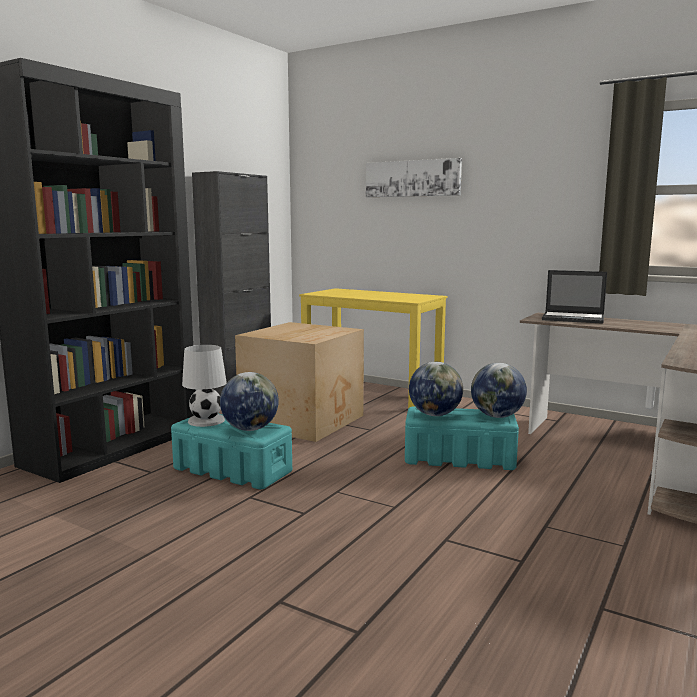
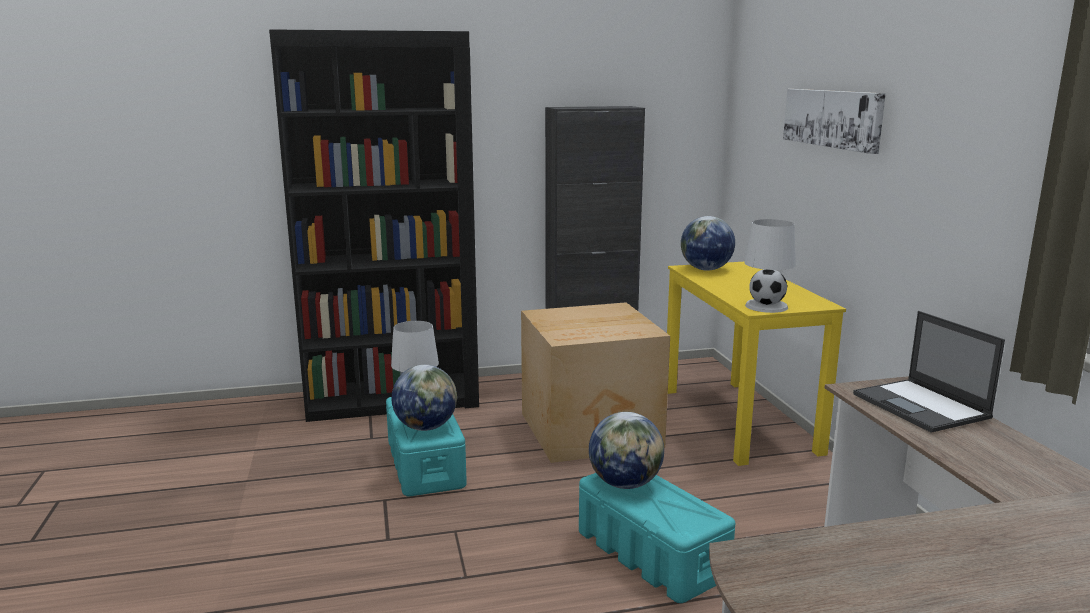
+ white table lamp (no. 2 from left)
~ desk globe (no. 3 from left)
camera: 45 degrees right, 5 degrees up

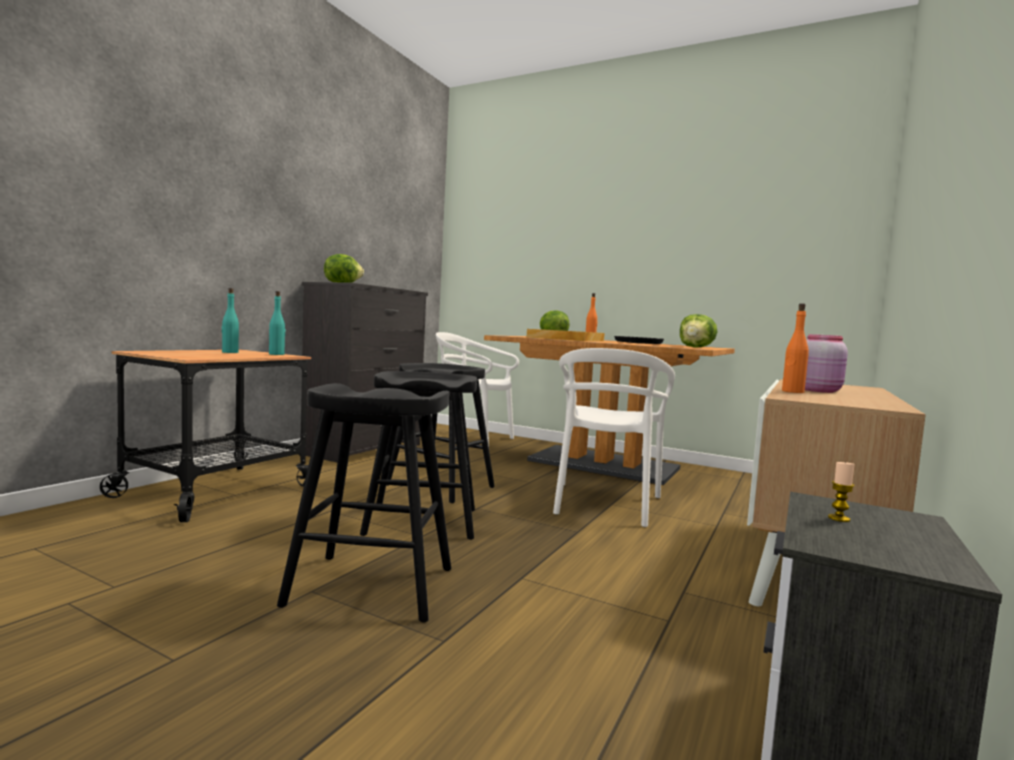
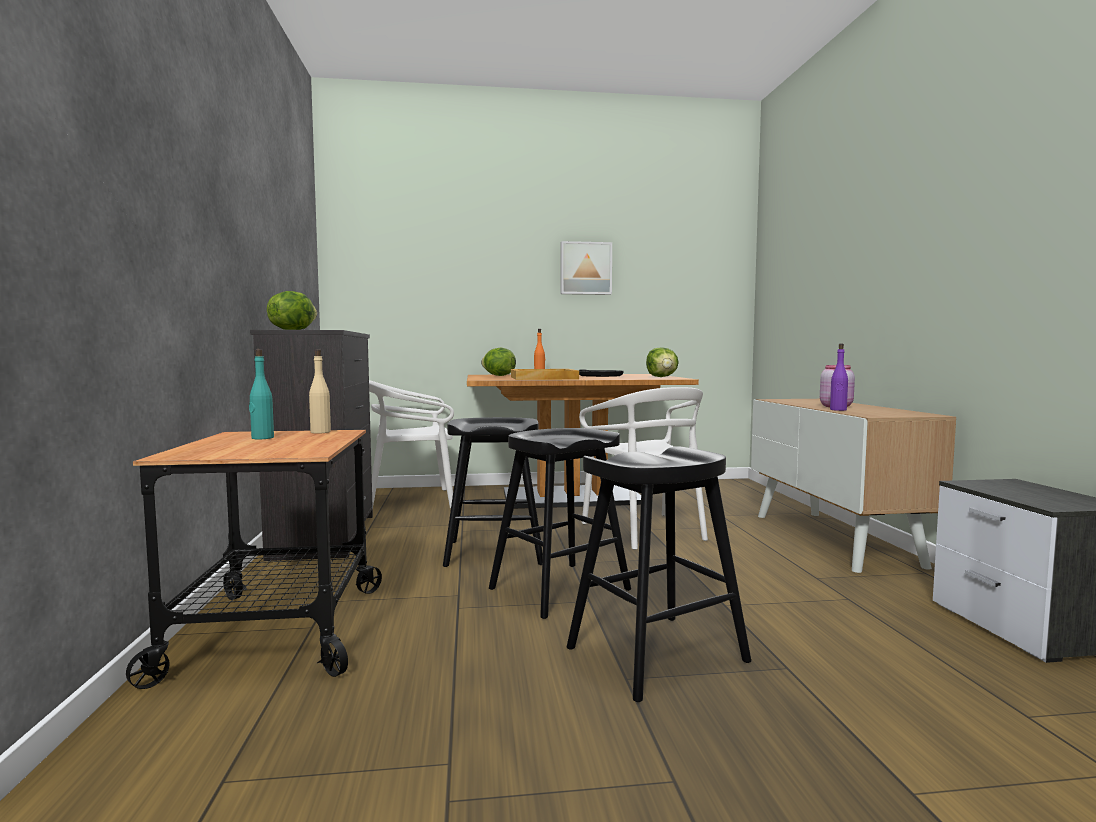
- wax candle
+ wall art
~ blue-green drink bottle (no. 2 from left) to beige-coloured drink bottle
~ orange drink bottle (no. 2 from left) to purple drink bottle
camera: 35 degrees left, 0 degrees up

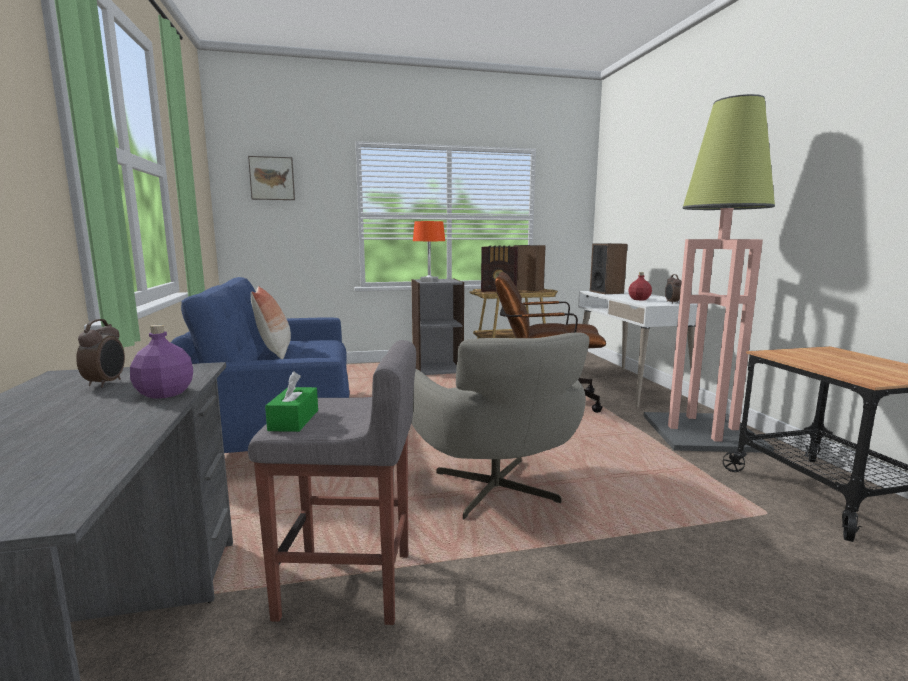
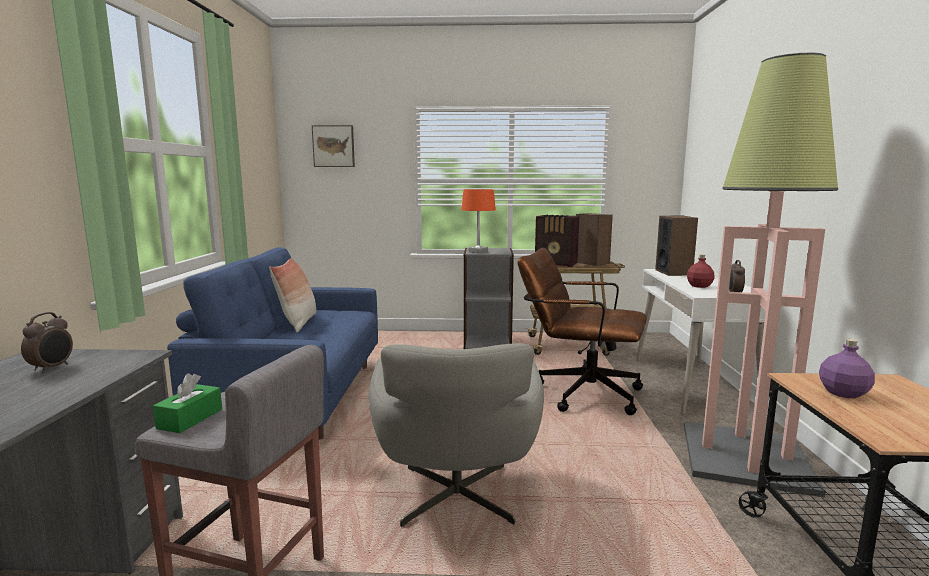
~ purple drink bottle
camera: 15 degrees right, 0 degrees up

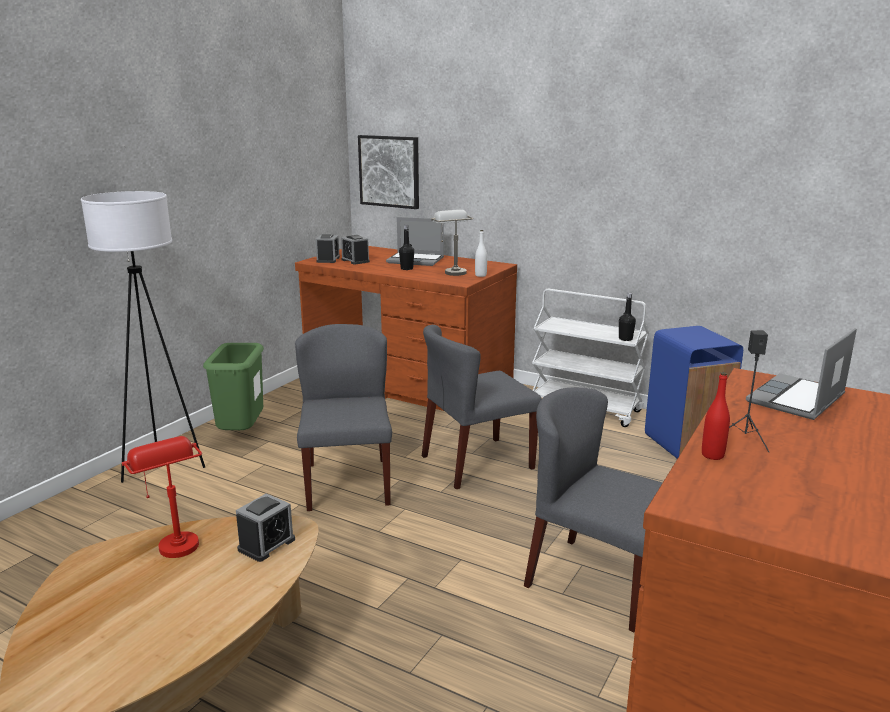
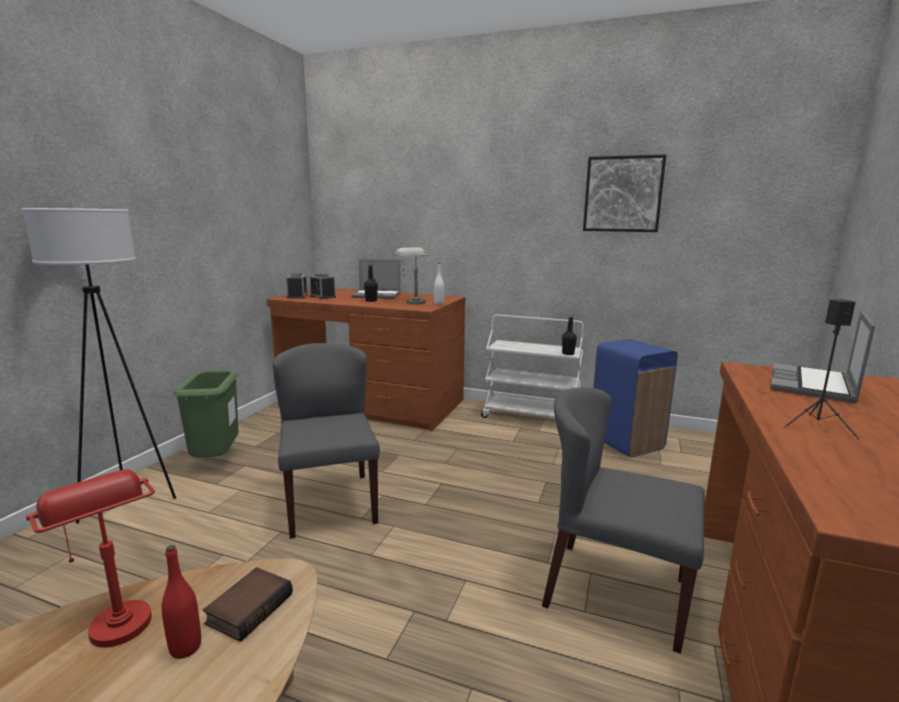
- greyish chair (no. 2 from left)
~ wall art
~ reddish drink bottle
~ alarm clock (no. 1 from left) to book
camera: 10 degrees left, 5 degrees down

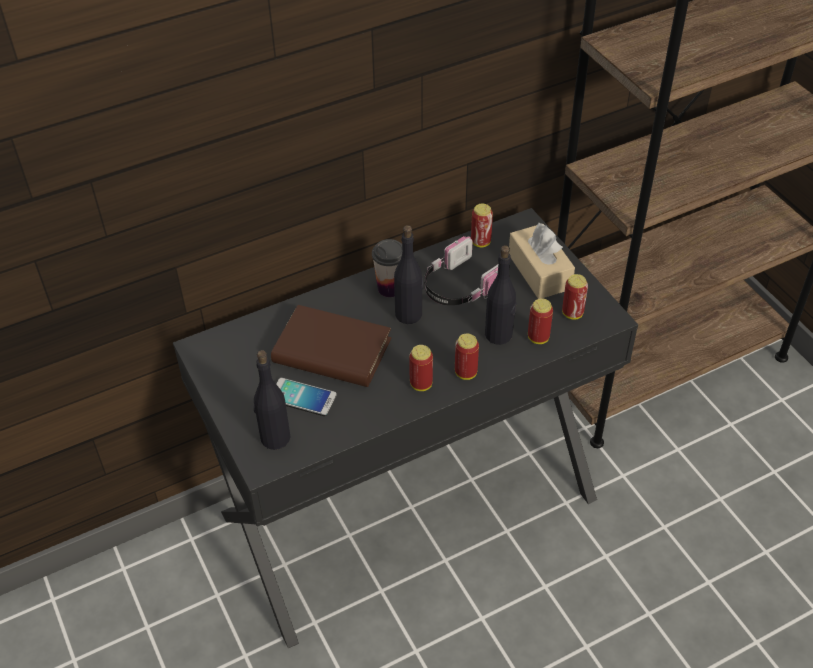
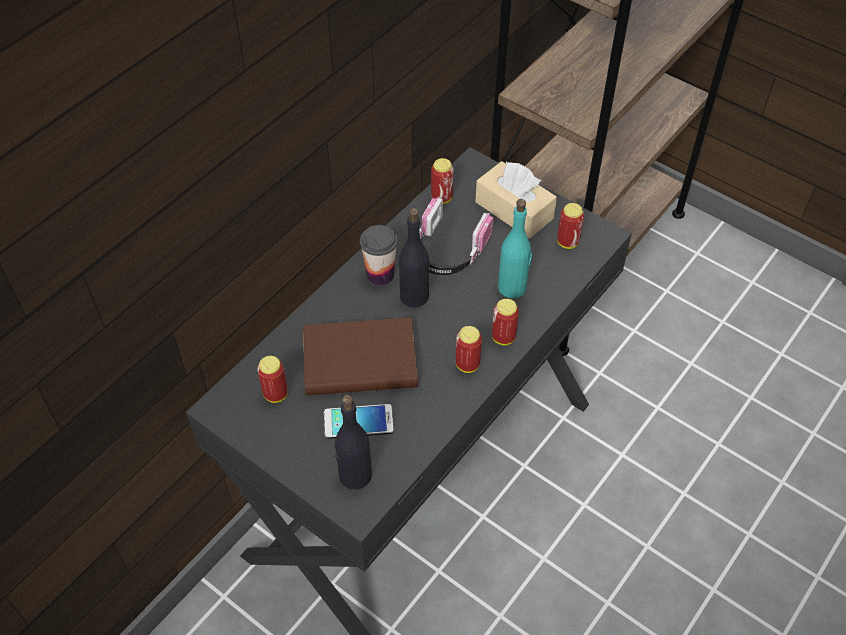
~ can (no. 4 from left in the first image) to can (no. 1 from left)
~ blackish drink bottle (no. 3 from left) to blue-green drink bottle
camera: 25 degrees left, 5 degrees up

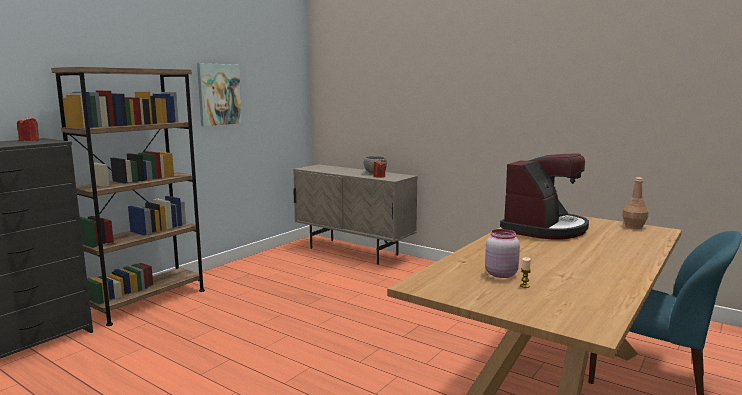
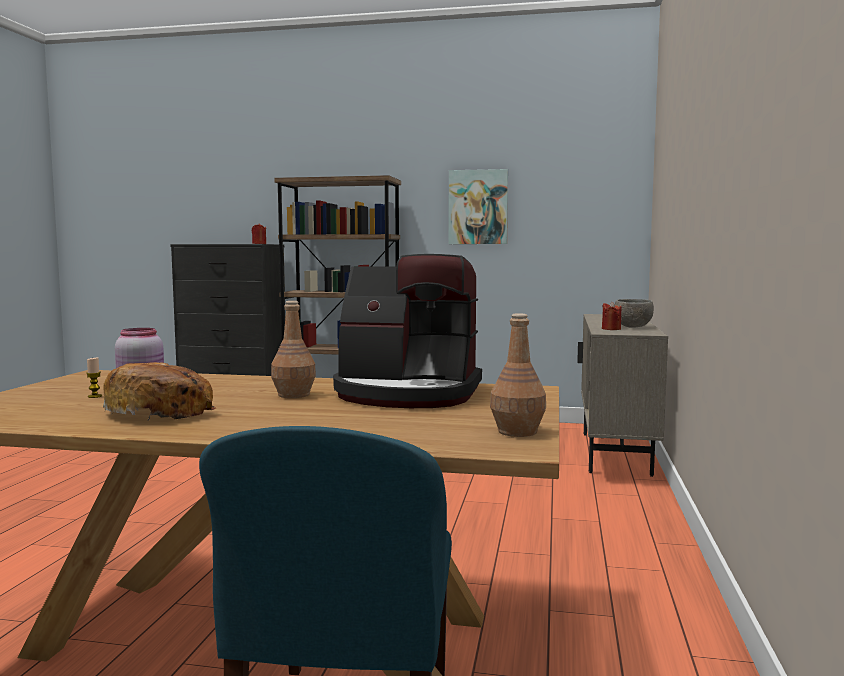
+ bread
+ brownish drink bottle (no. 1 from left)
camera: 65 degrees right, 5 degrees down

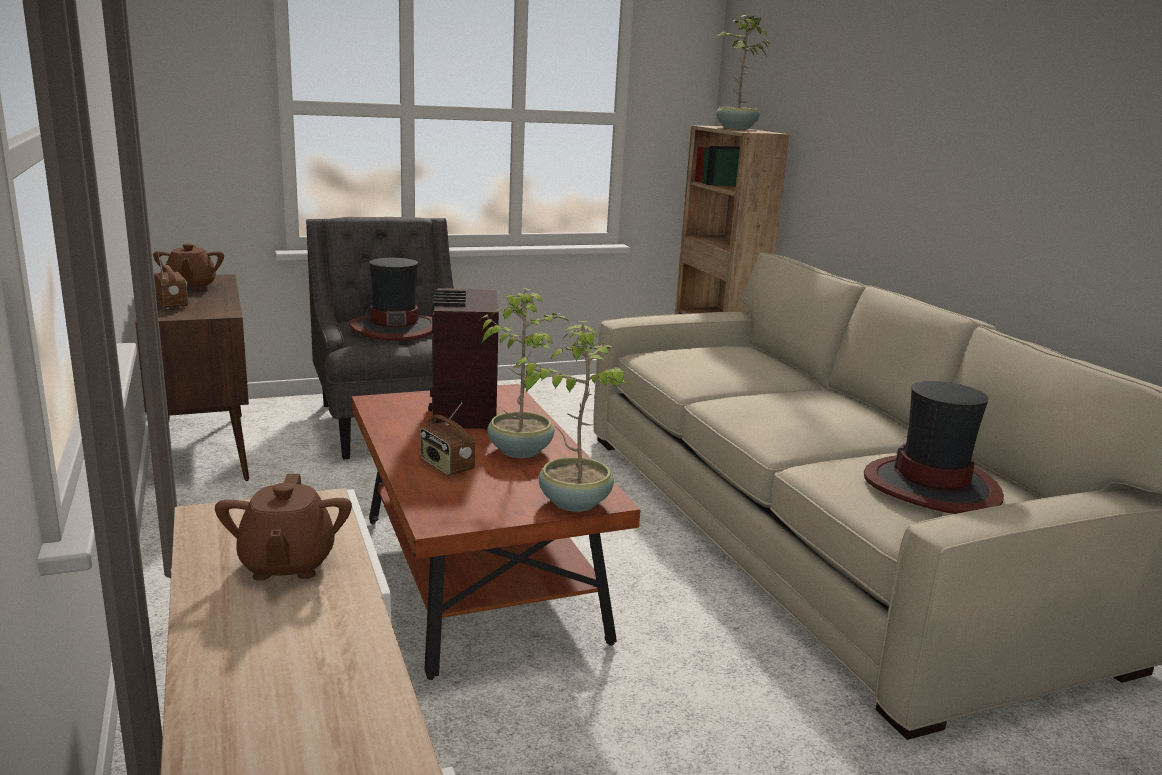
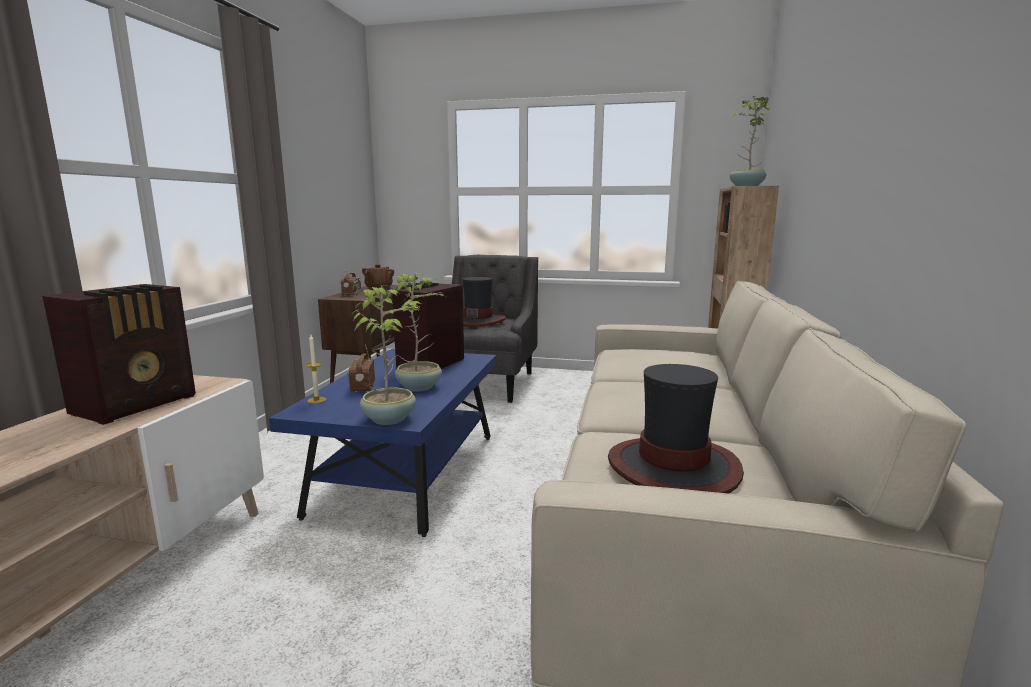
+ wax candle
~ brownish tea pot (no. 2 from left) to radio set (no. 1 from left)
~ brownish lounge table to blue-coloured lounge table
camera: 35 degrees right, 5 degrees down

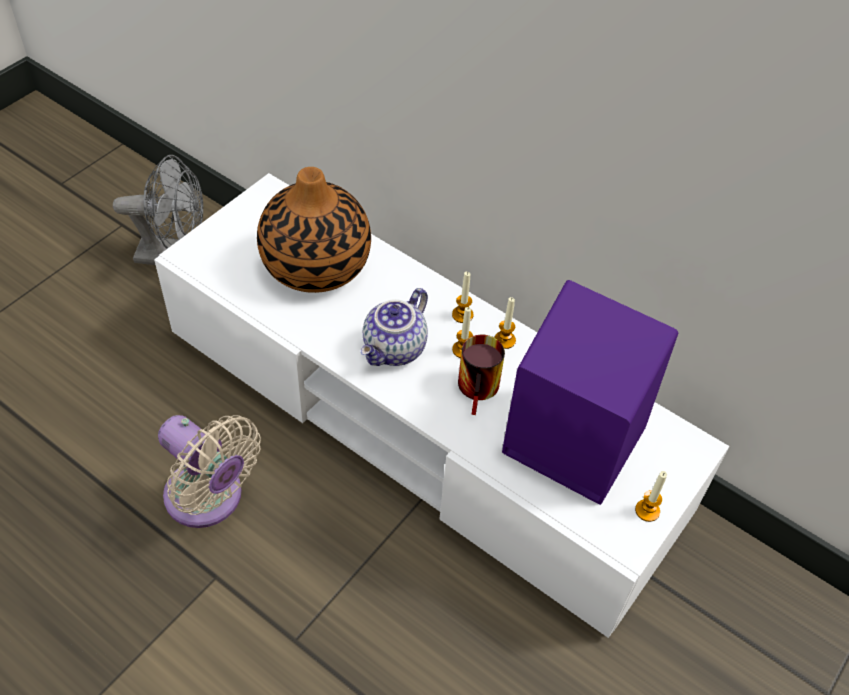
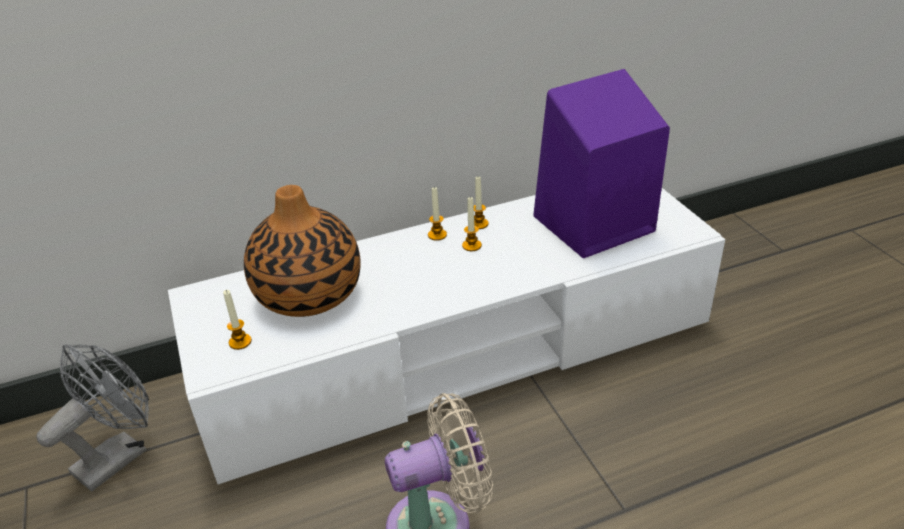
- tea pot
- tea mug
~ wax candle (no. 4 from left in the first image) to wax candle (no. 1 from left)
camera: 55 degrees left, 15 degrees down

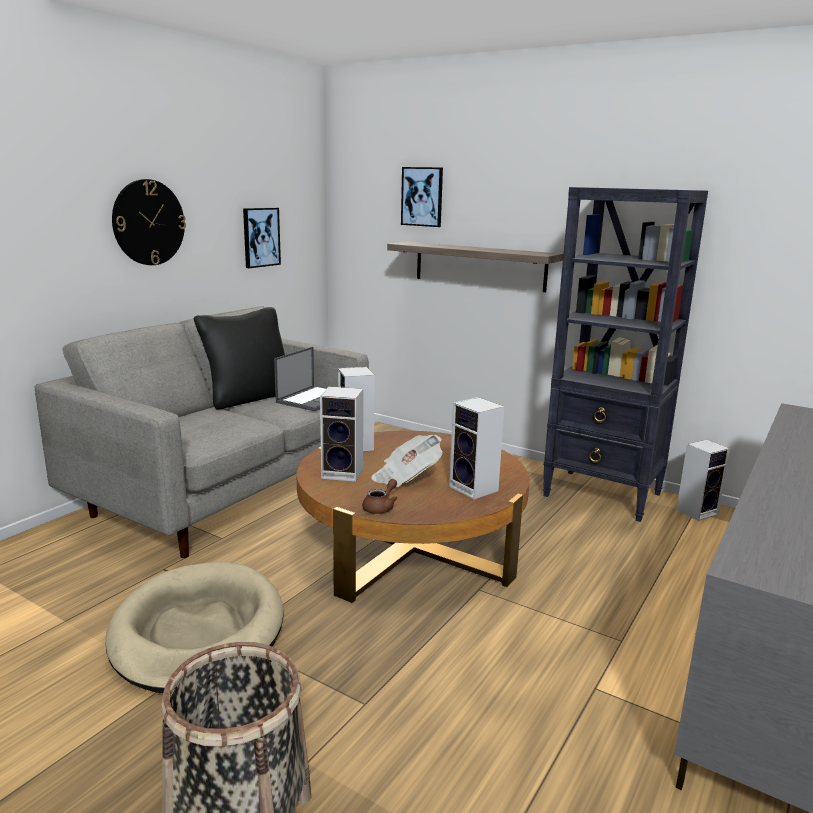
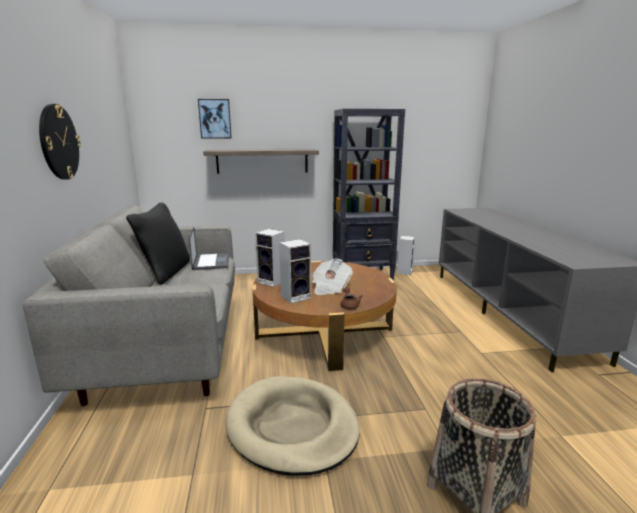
- wall art (no. 1 from left)
- audio speaker (no. 3 from left)
camera: 40 degrees left, 0 degrees up

